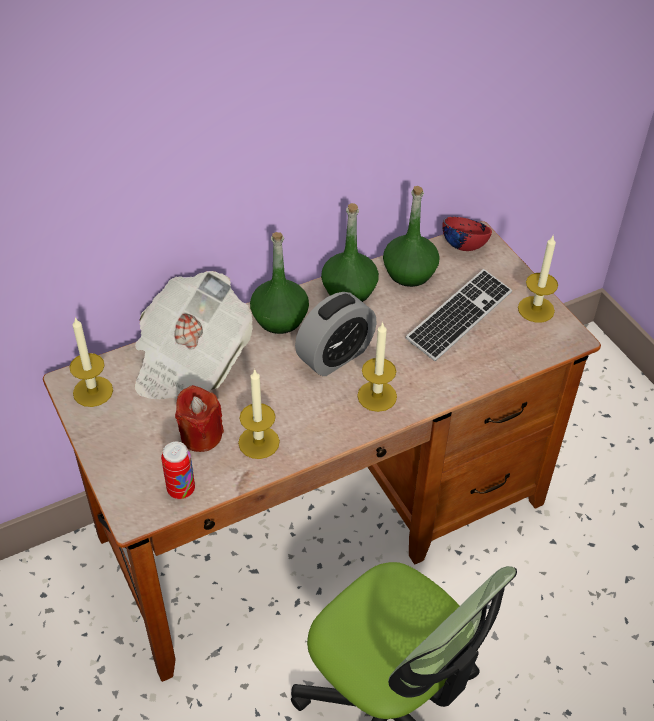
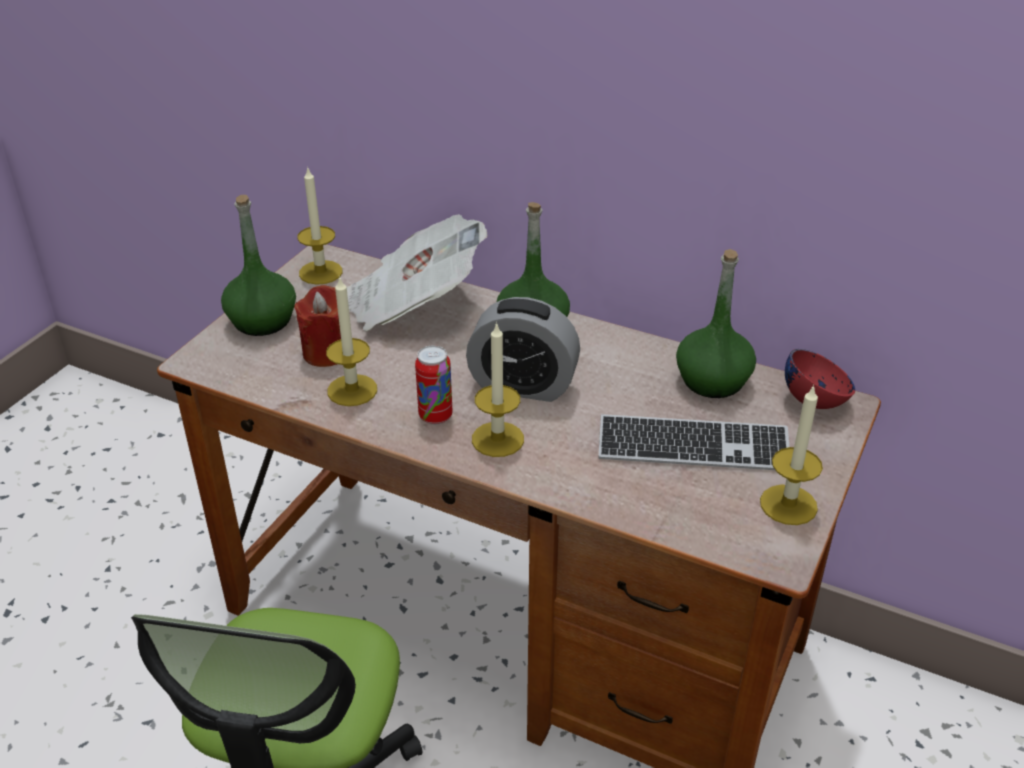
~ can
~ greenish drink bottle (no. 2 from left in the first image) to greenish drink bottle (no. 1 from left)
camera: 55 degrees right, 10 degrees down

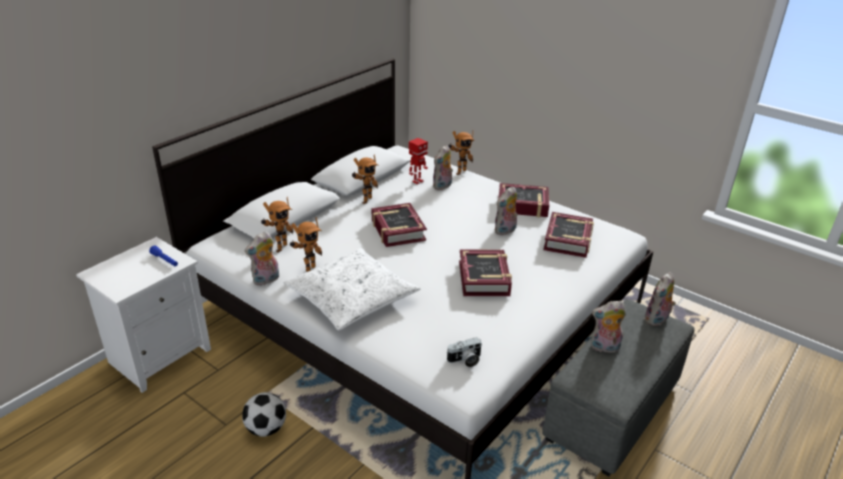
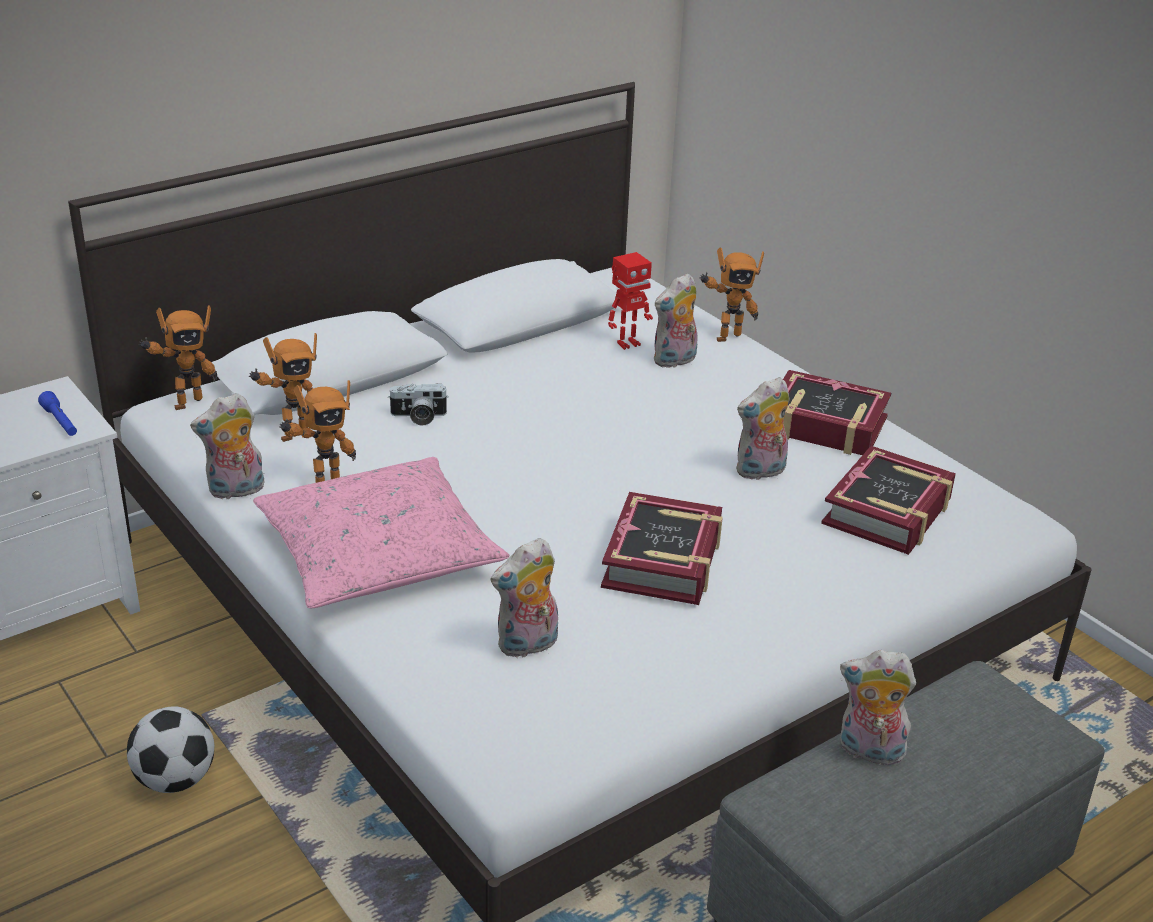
- book (no. 1 from left)
~ robot figure (no. 3 from left in the first image) to robot figure (no. 1 from left)
~ photo camera
~ soft toy (no. 5 from left in the first image) to soft toy (no. 2 from left)
~ white cushion to pink cushion
camera: 15 degrees right, 0 degrees up

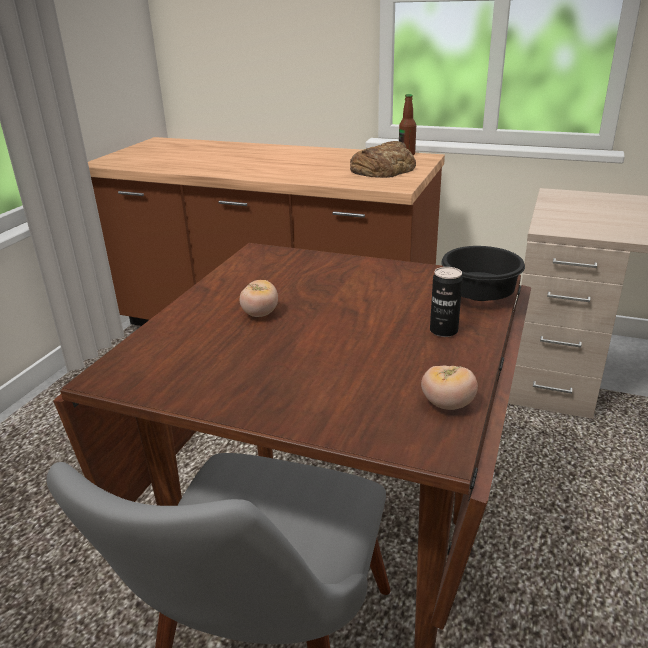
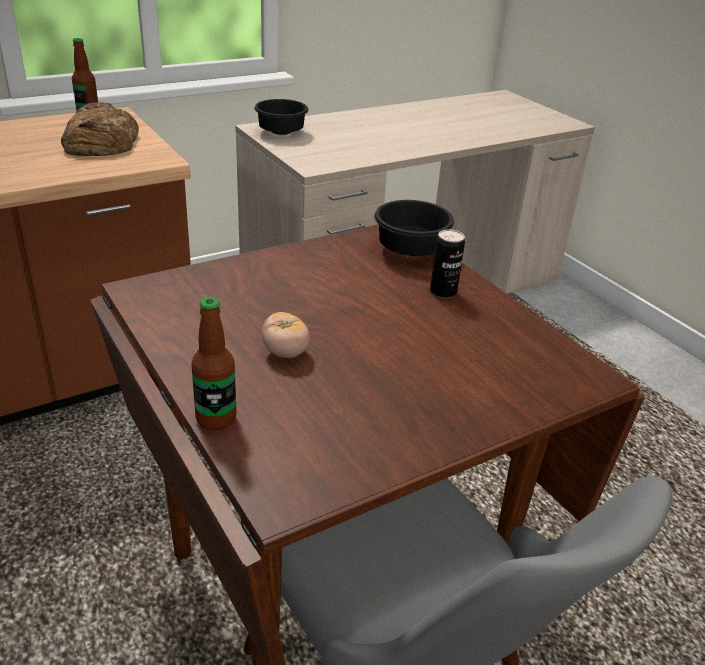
- whole tomato (no. 2 from left)
+ drink bottle (no. 2 from left)
+ blackish deep dish (no. 1 from left)
camera: 55 degrees left, 5 degrees up

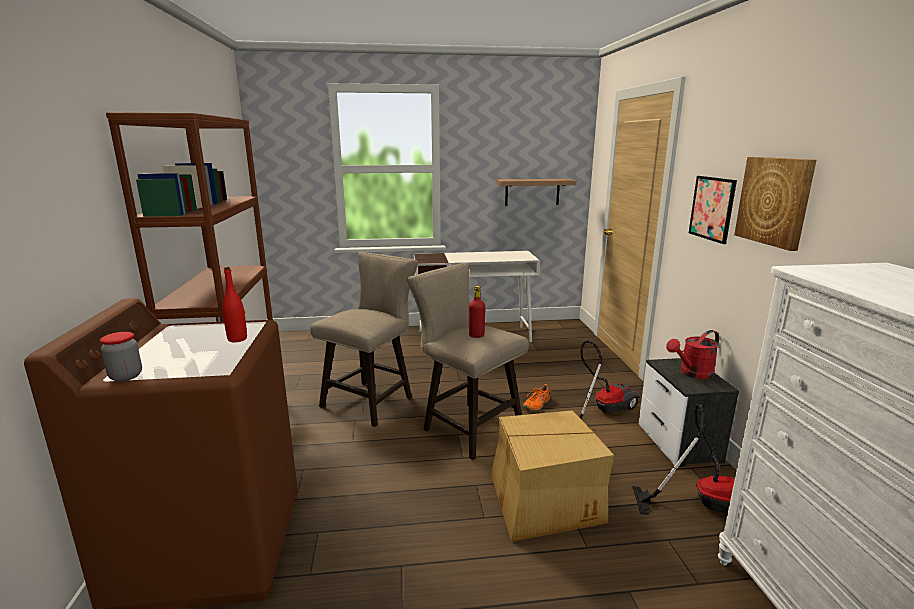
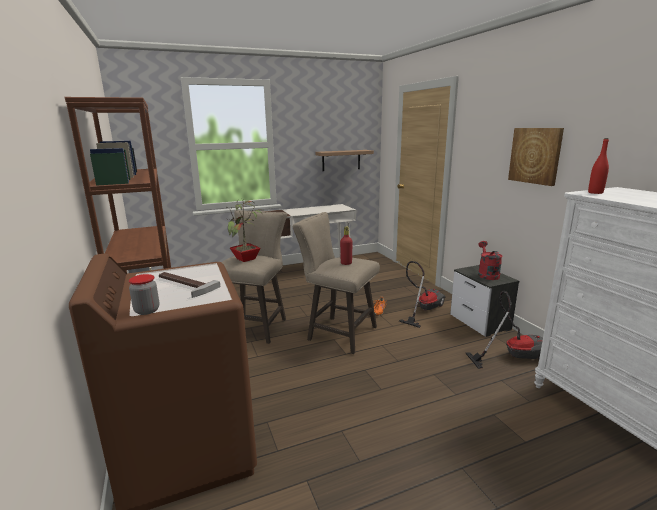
- cardboard box
- wall art (no. 1 from left)
+ hammer
+ potted plant
~ reddish drink bottle (no. 1 from left in the first image) to reddish drink bottle (no. 2 from left)
~ reddish watering can 135 degrees clockwise
camera: 15 degrees left, 0 degrees up

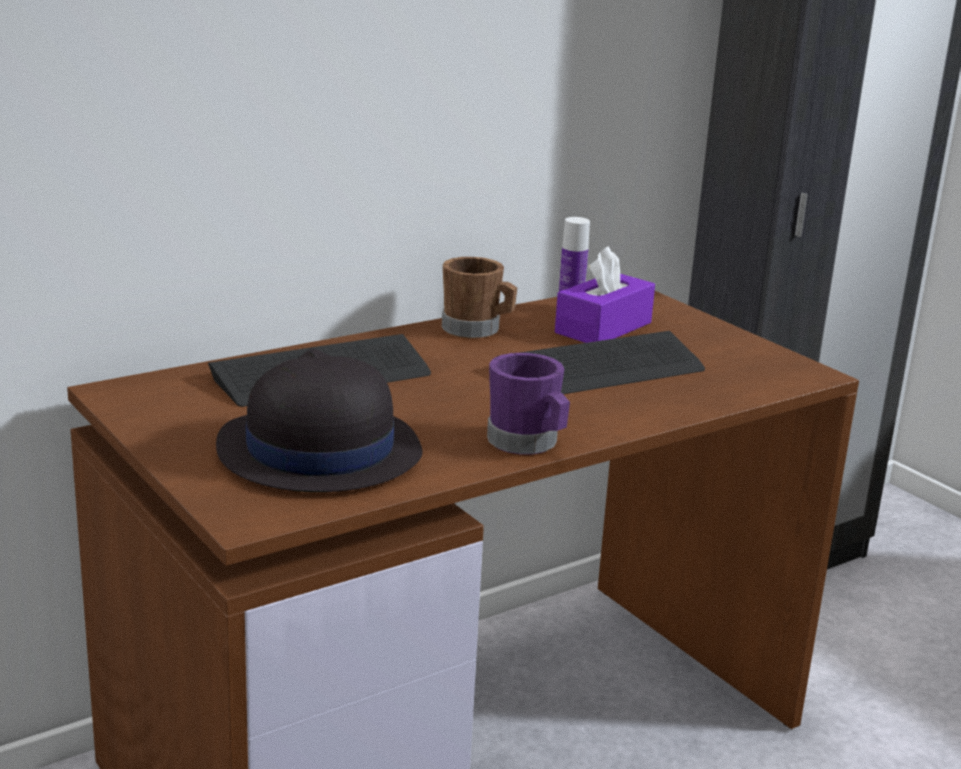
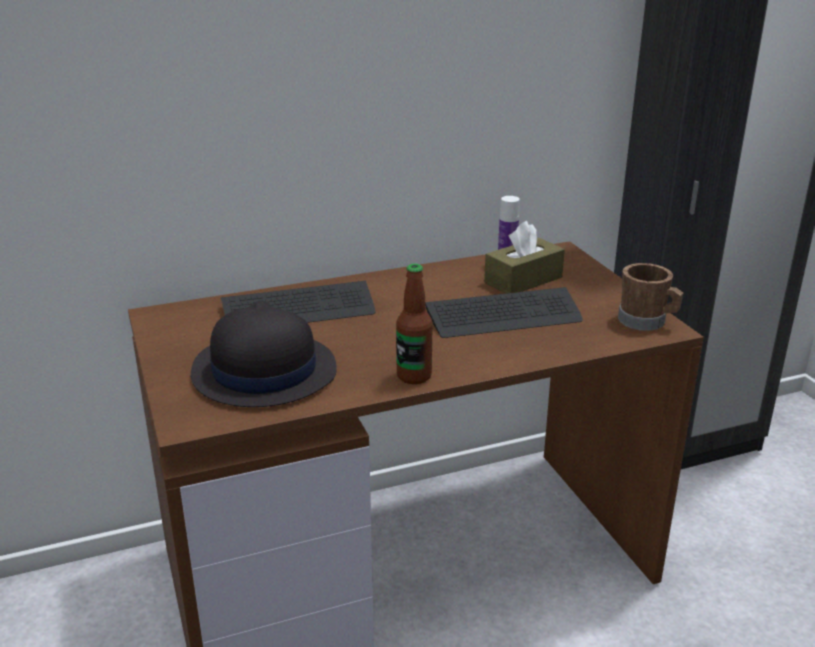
~ brownish tea mug
~ purple tea mug to drink bottle (no. 1 from left)
~ purple tissue holder to brownish tissue holder
camera: 15 degrees right, 5 degrees up

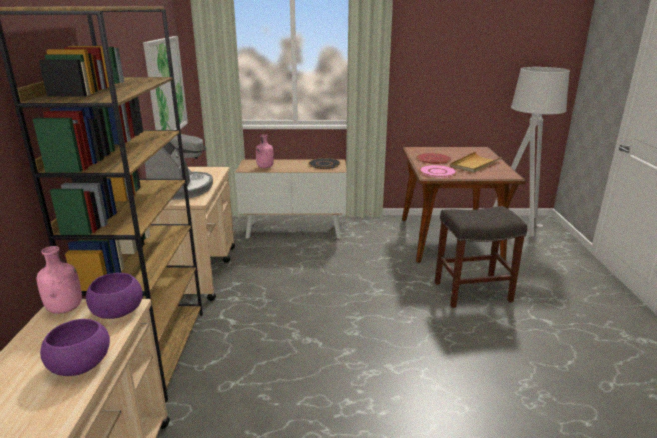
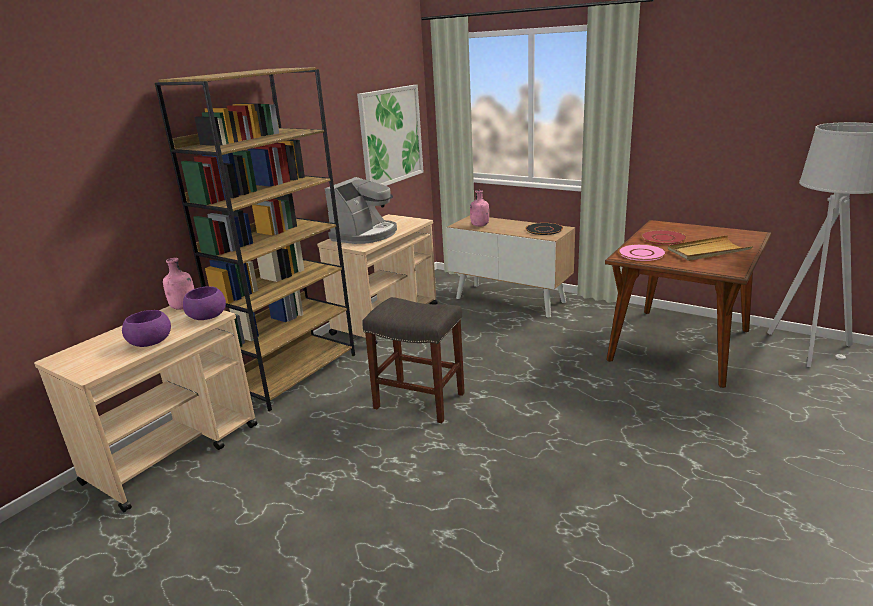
~ greyish stool seat
camera: 35 degrees right, 0 degrees up

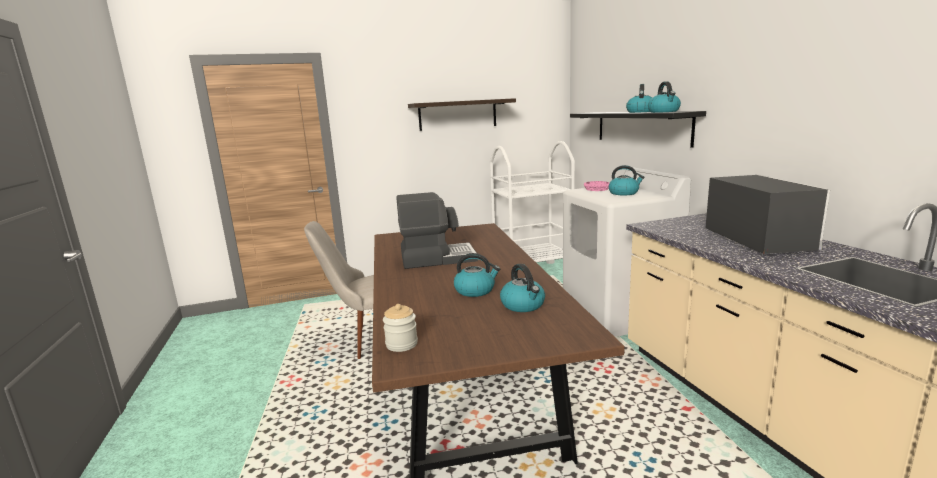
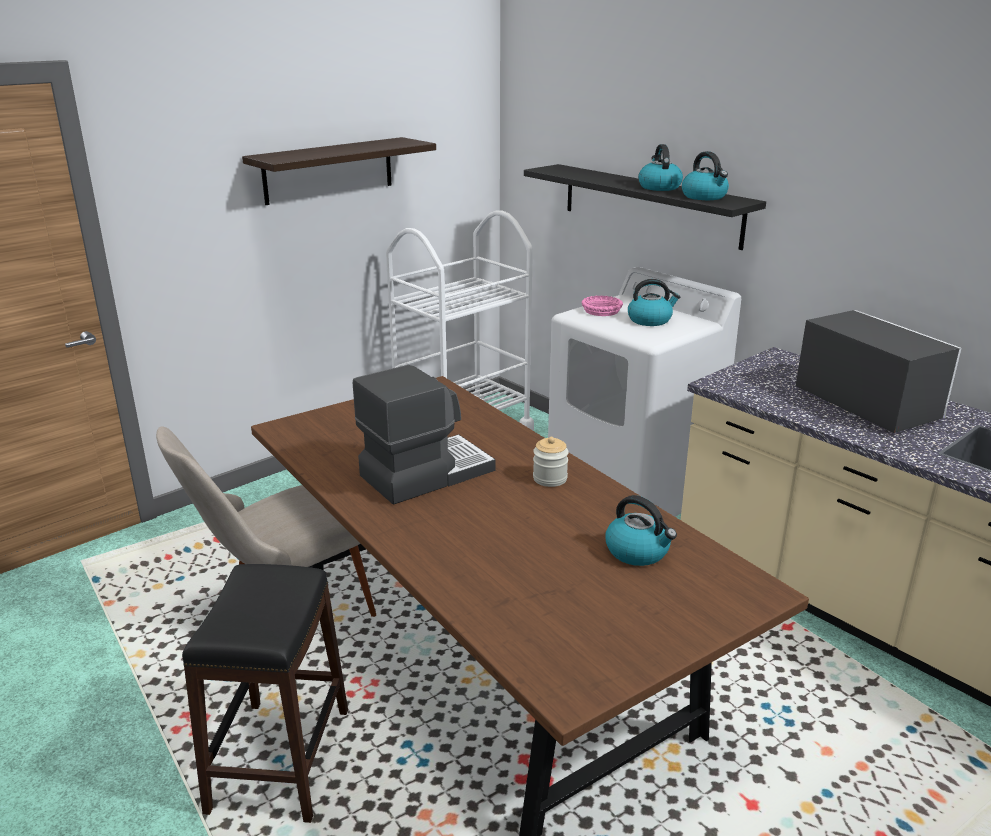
- kettle (no. 1 from left)
+ blackish stool seat
~ storage jar
camera: 25 degrees left, 10 degrees up

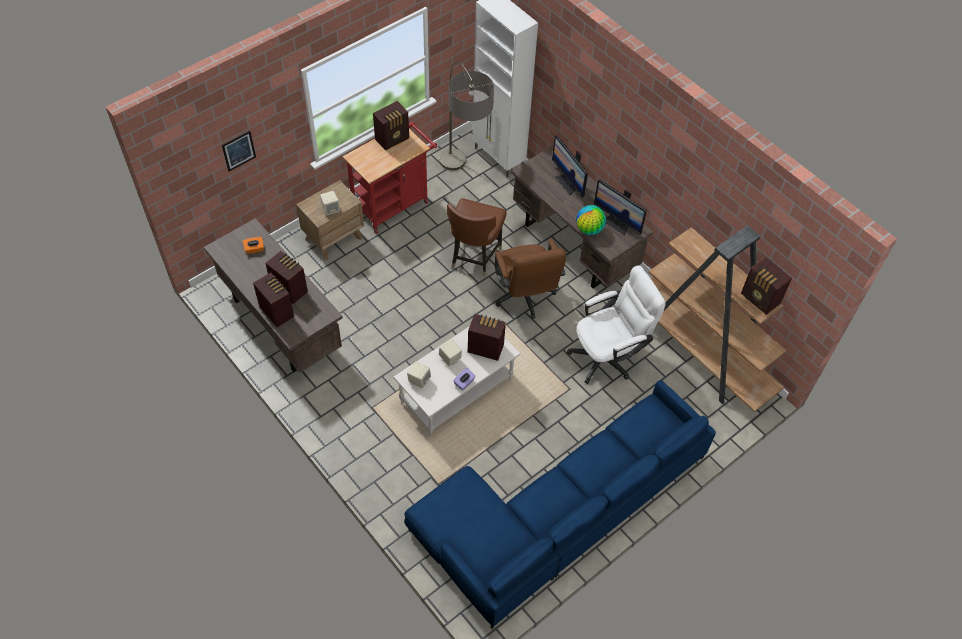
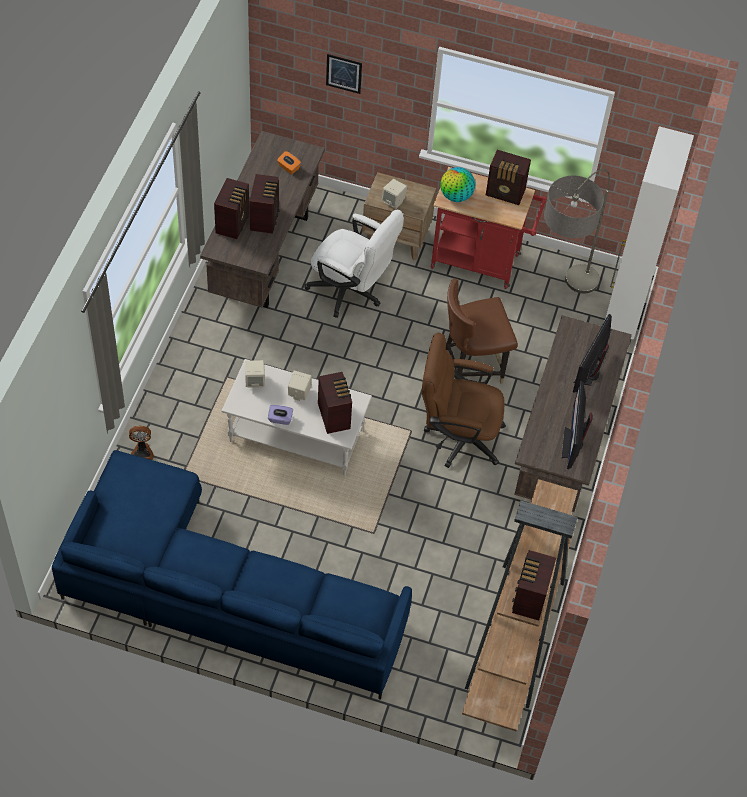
+ electric fan
~ white office chair
~ desk globe
~ brownish office chair 60 degrees clockwise
camera: 55 degrees right, 0 degrees up

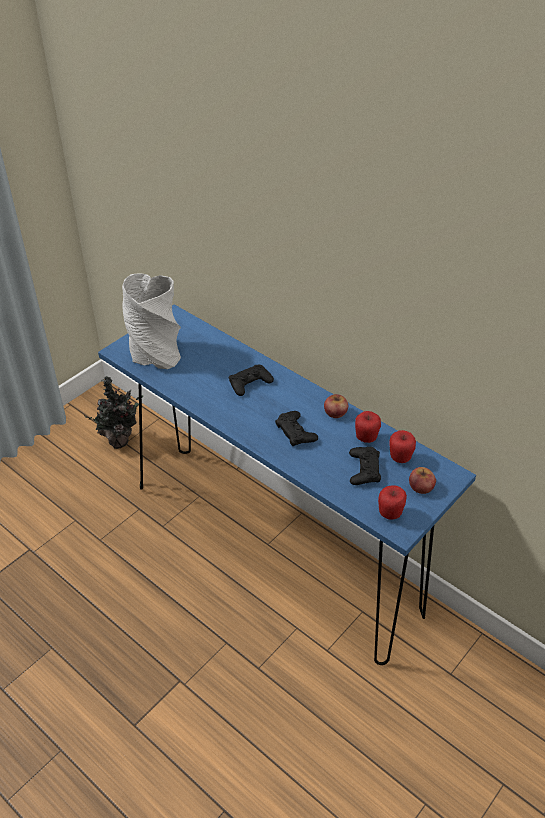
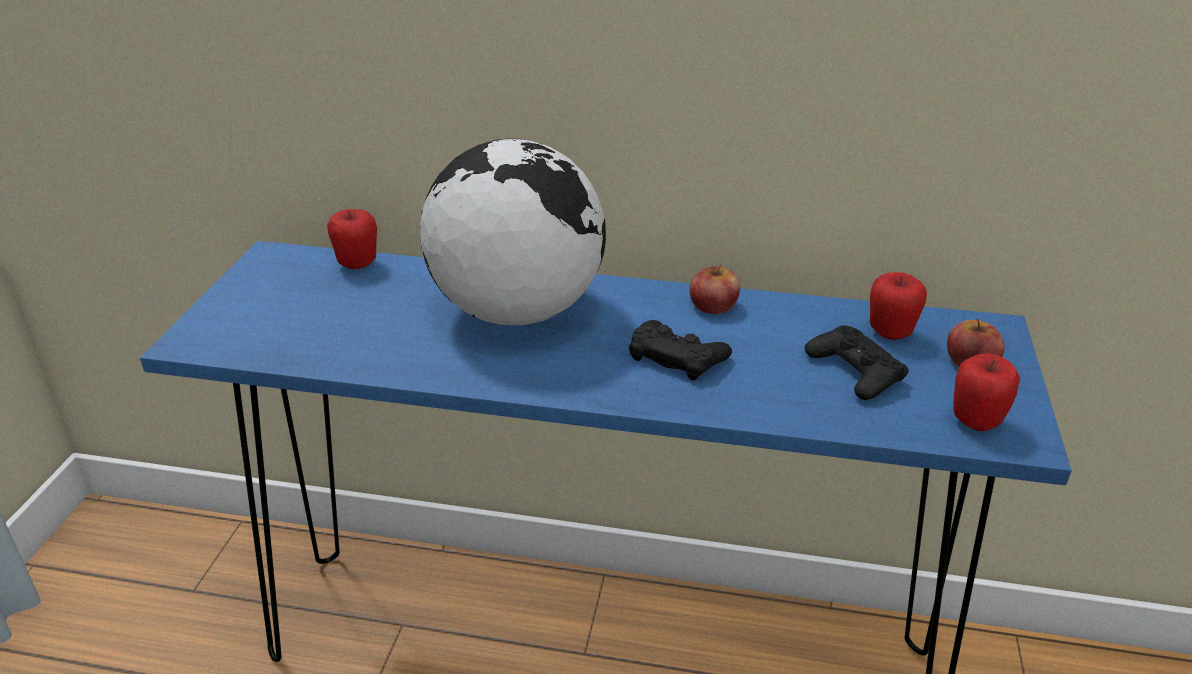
- potted plant
- greyish flower vase
~ apple fruit (no. 2 from left in the first image) to apple fruit (no. 1 from left)
~ blackish game controller (no. 1 from left) to desk globe
camera: 30 degrees left, 10 degrees down

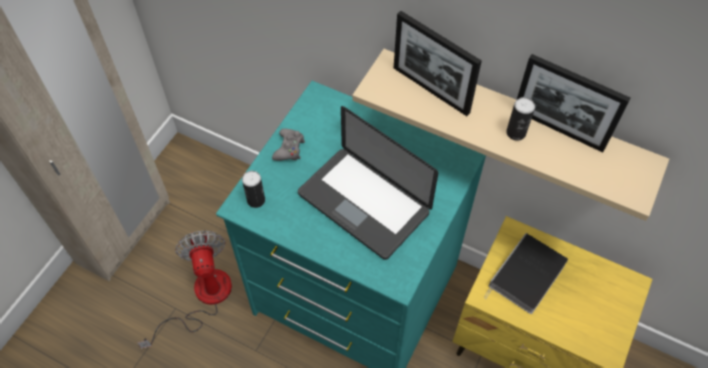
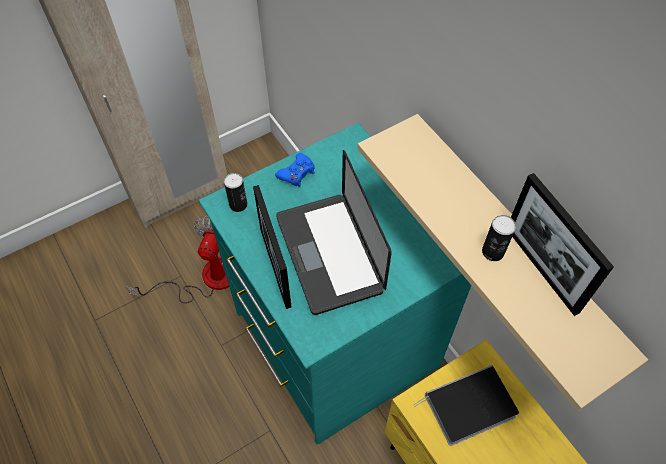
~ photo frame (no. 1 from left)
~ greyish game controller to blue-coloured game controller
camera: 30 degrees right, 0 degrees up

